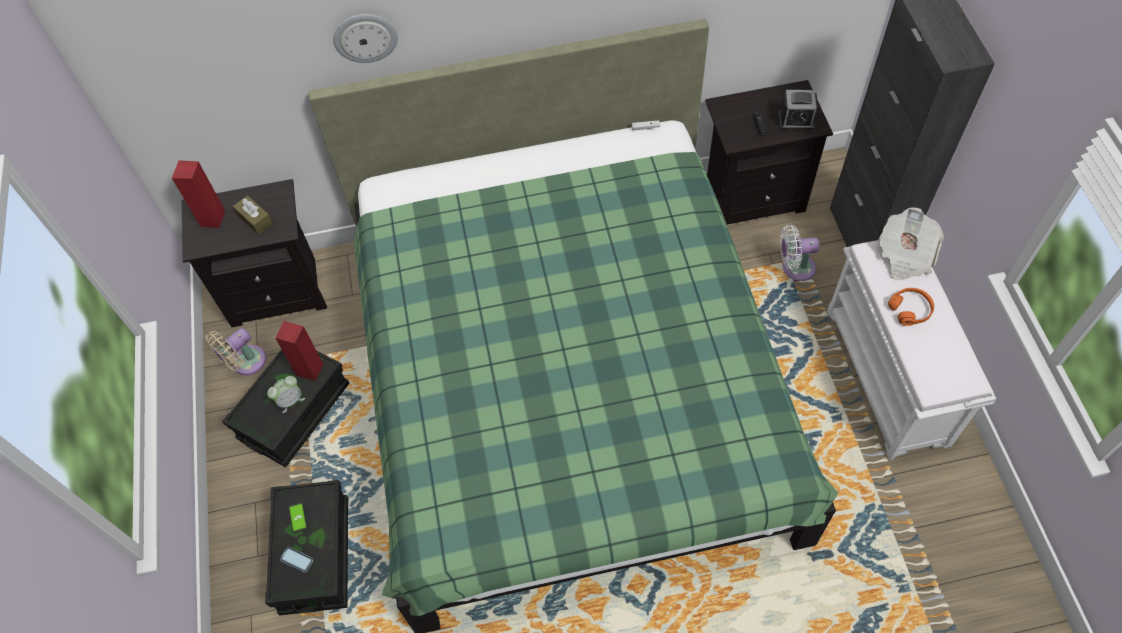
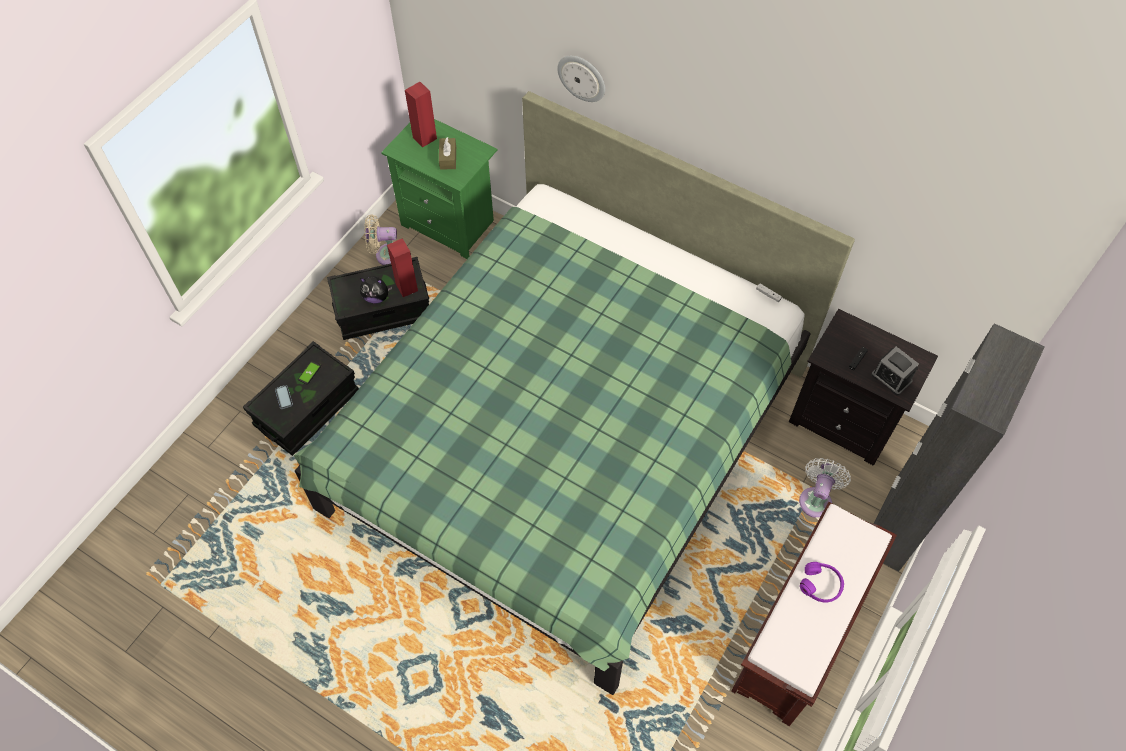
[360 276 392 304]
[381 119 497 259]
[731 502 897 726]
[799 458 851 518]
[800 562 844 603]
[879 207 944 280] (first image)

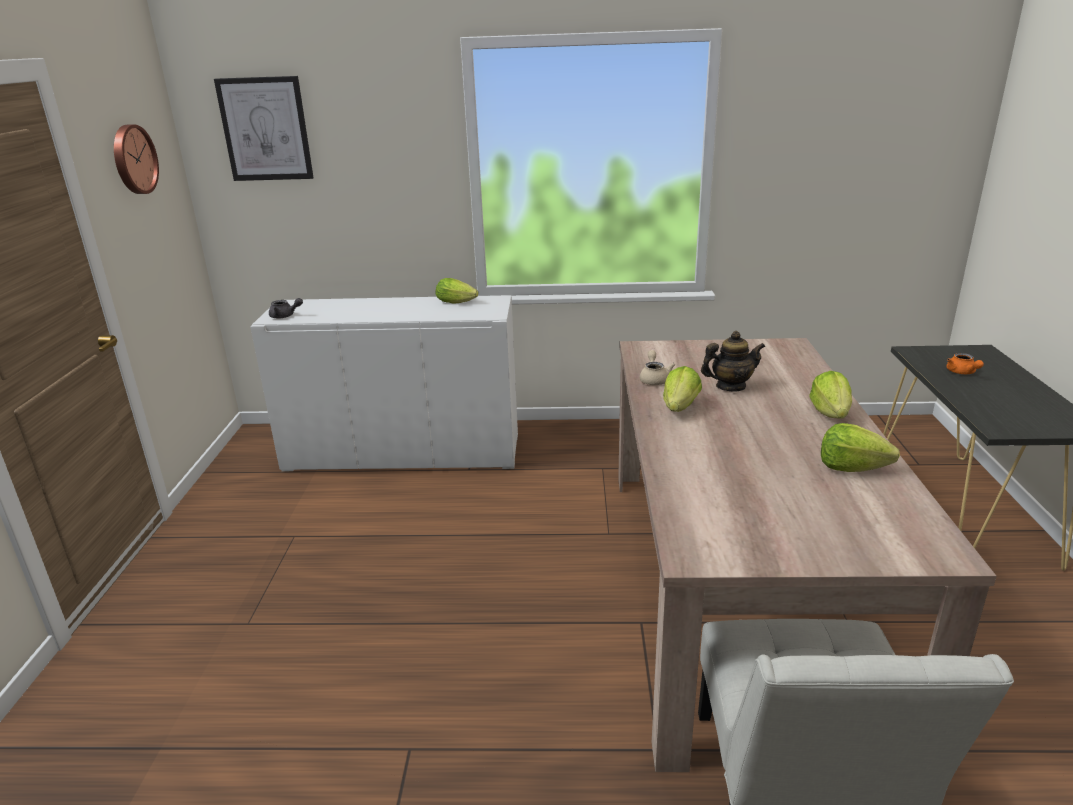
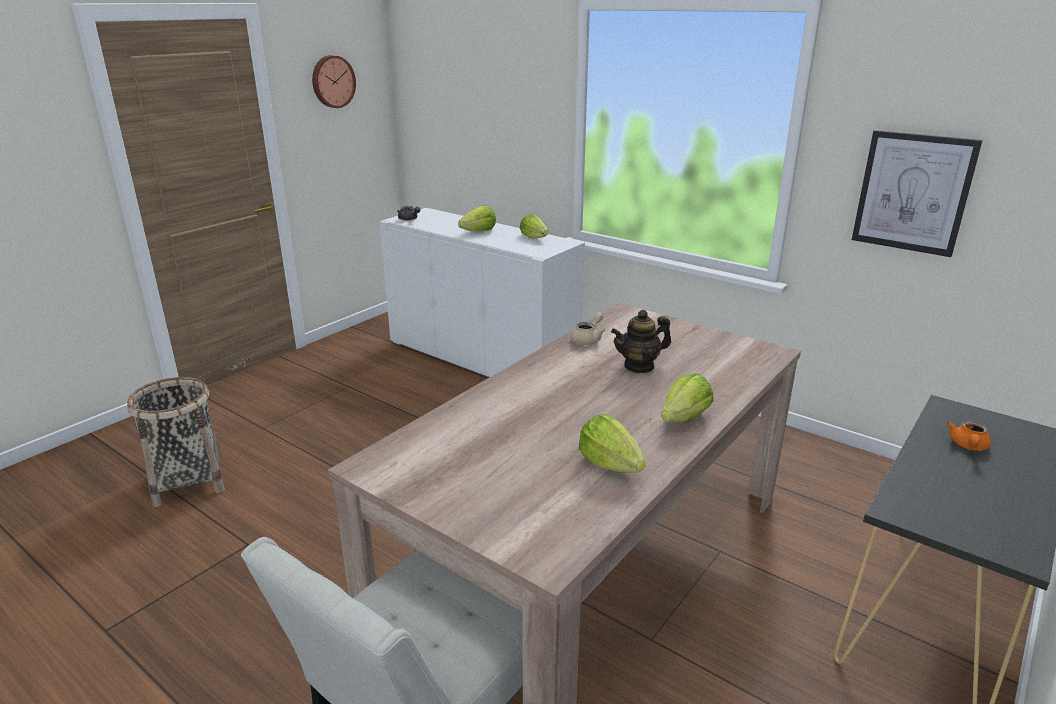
[127 377 225 507]
[458 205 496 232]
[611 310 671 373]
[852 130 983 257]

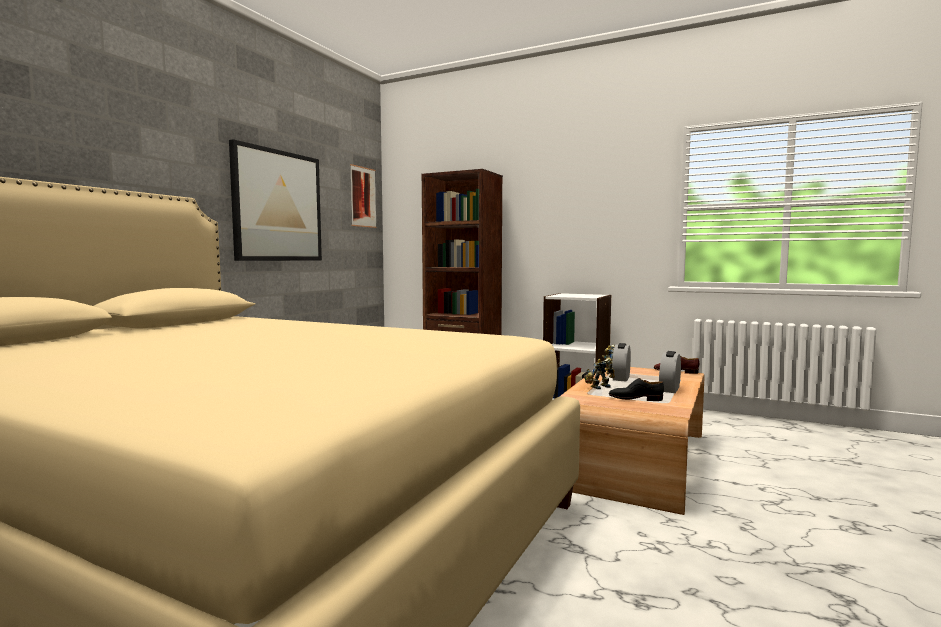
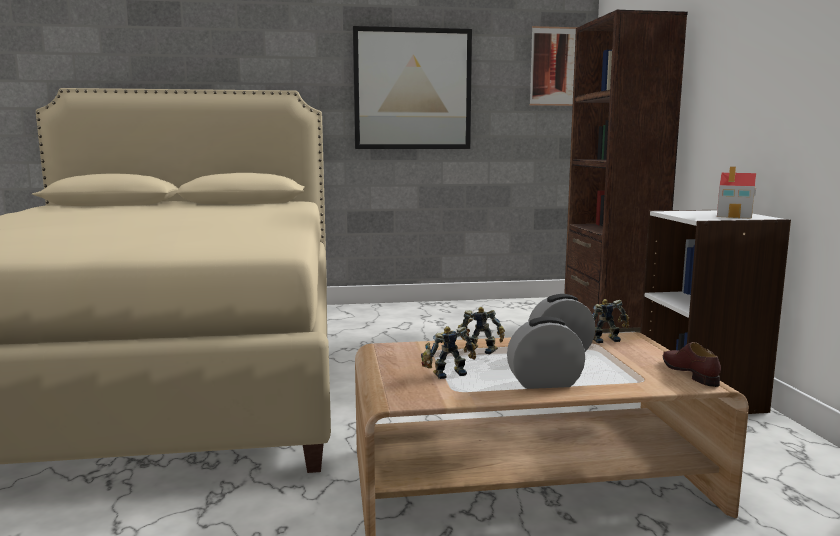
[421 326 476 379]
[717 166 756 219]

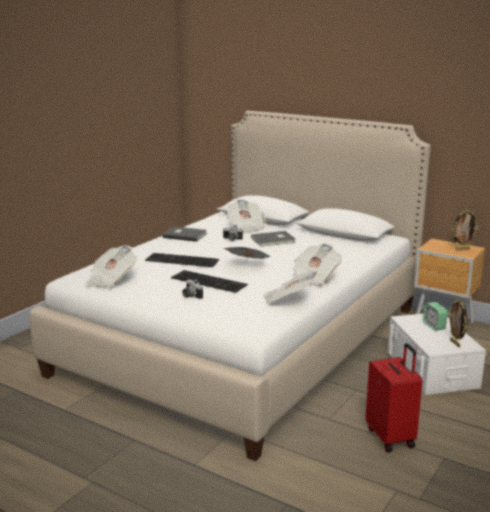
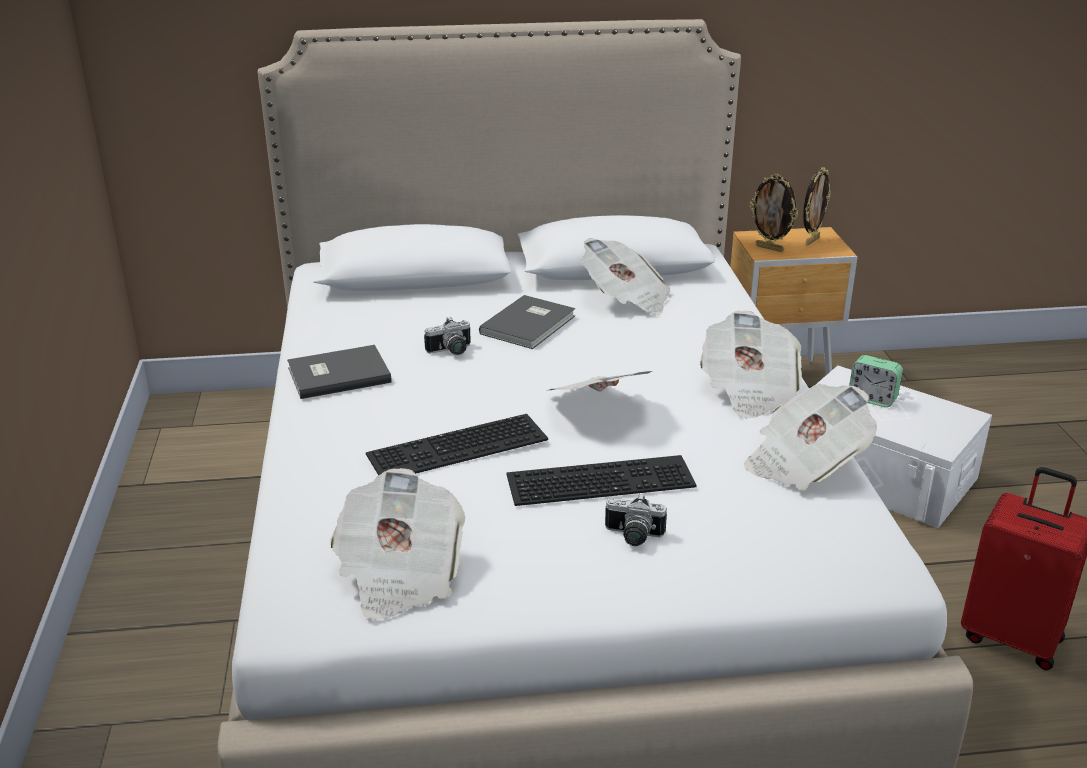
[581 238 670 315]
[750 174 798 252]

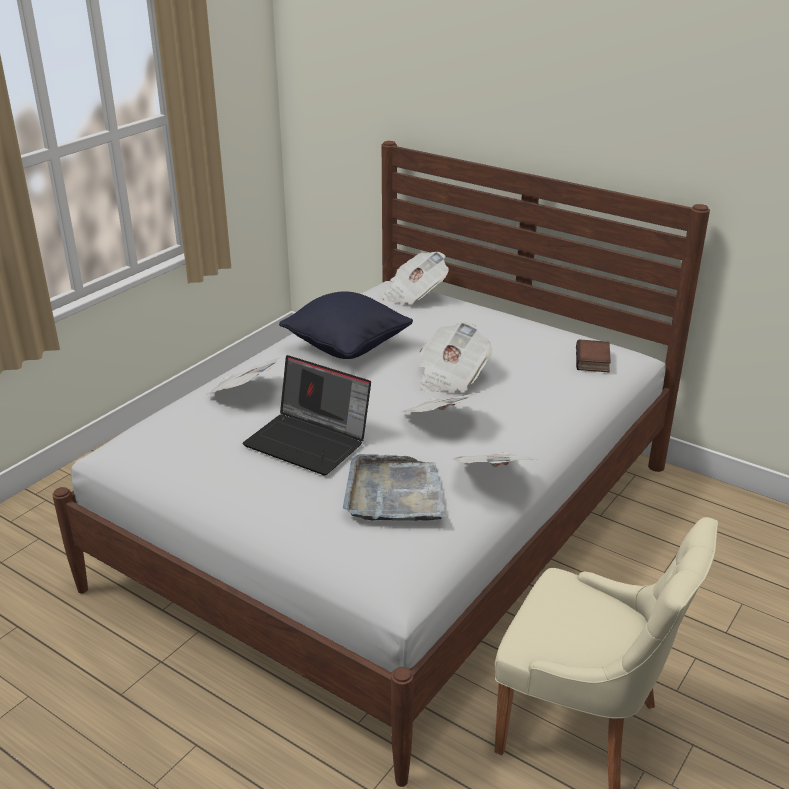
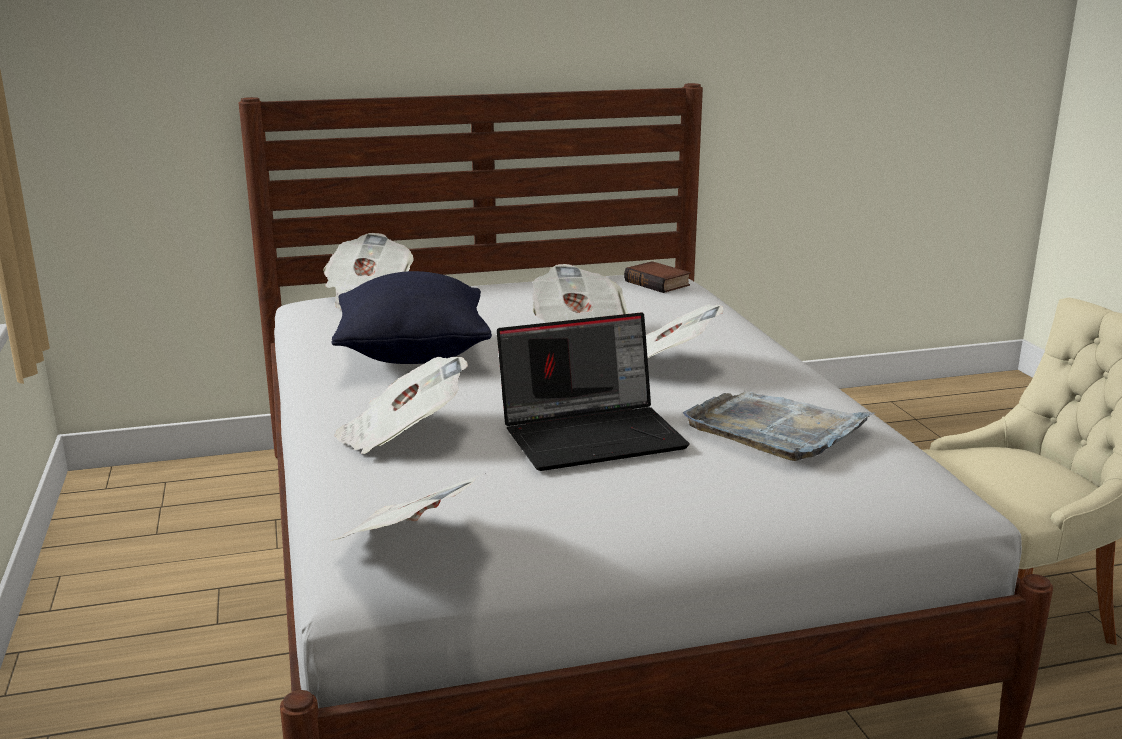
[331 473 486 541]

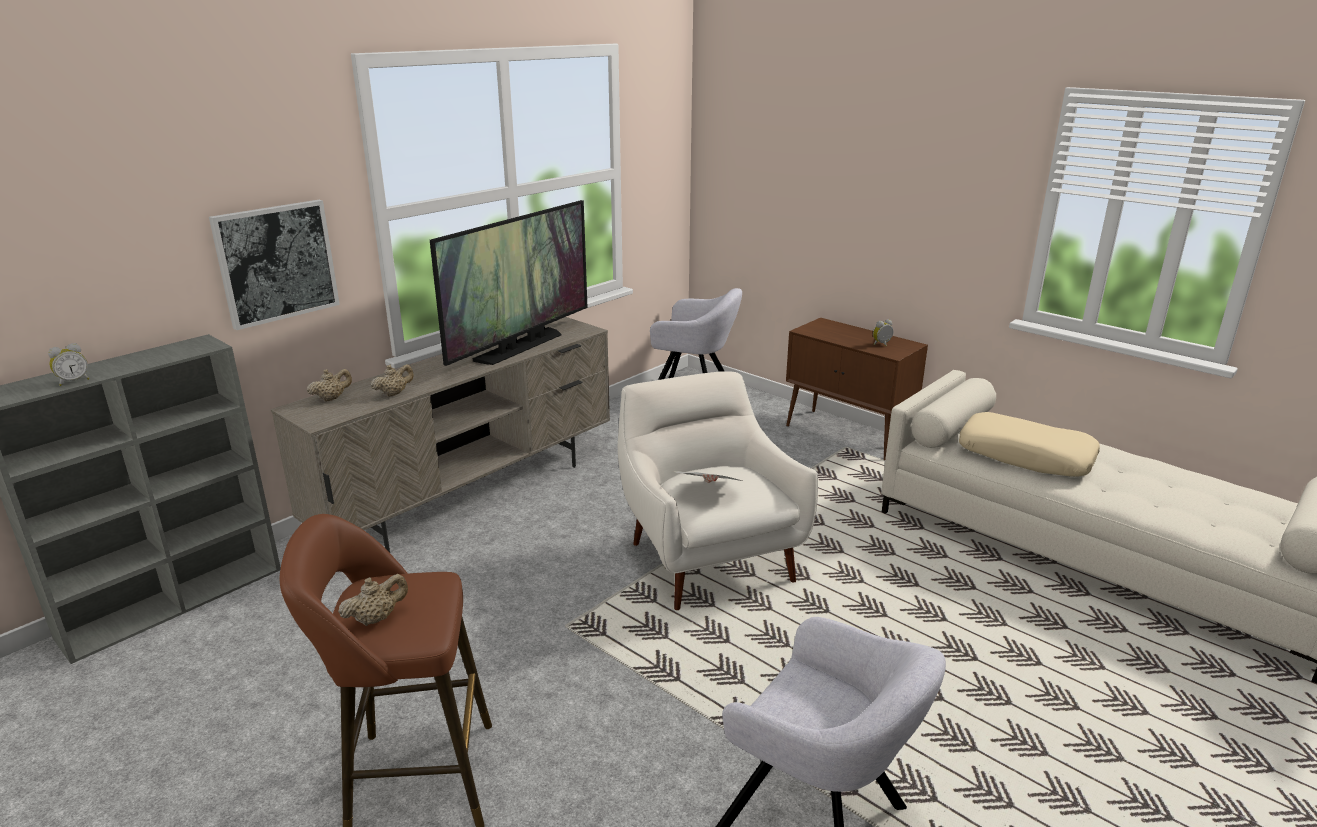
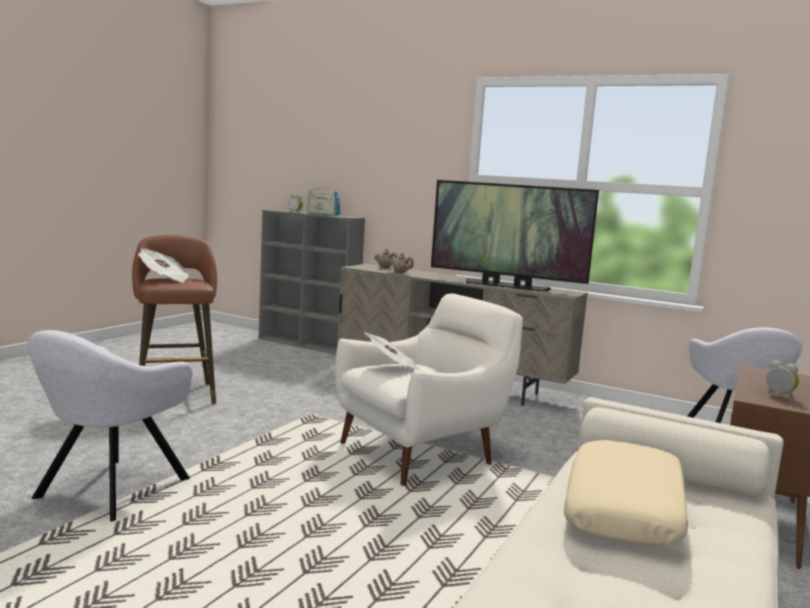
[138 248 191 282]
[307 184 340 215]
[209 200 340 330] (first image)

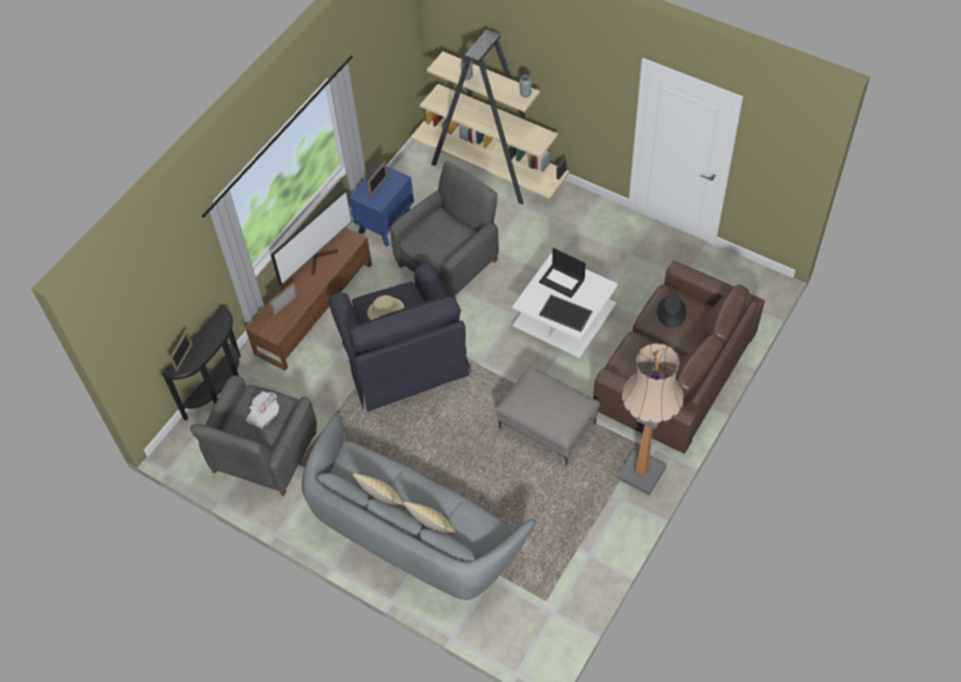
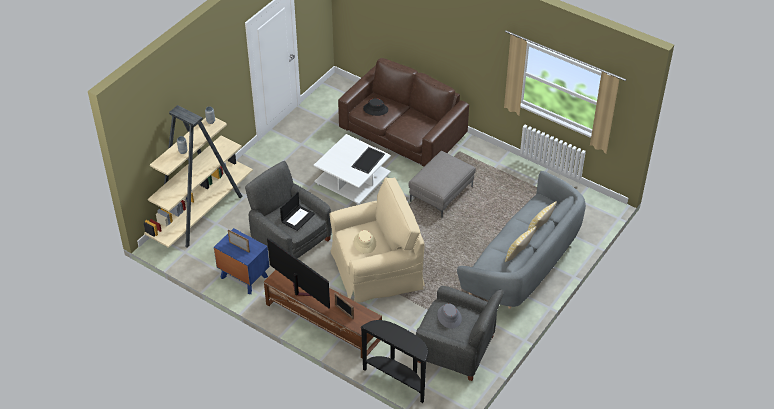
[280 192 315 231]
[330 177 425 303]
[437 303 462 329]
[170 330 193 372] (first image)
[617 343 684 495] (first image)

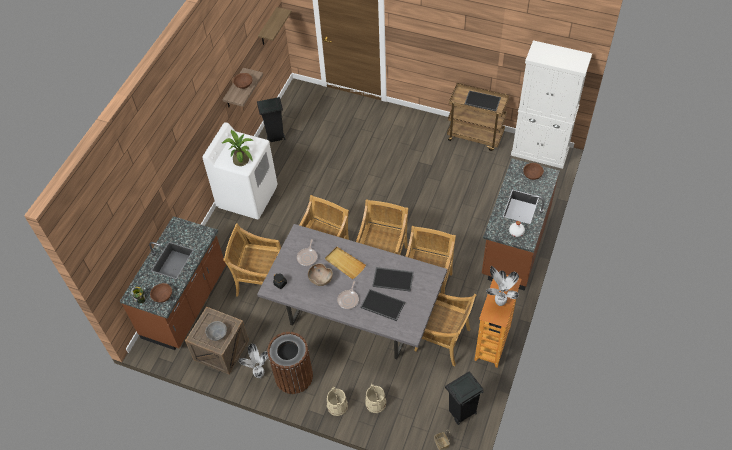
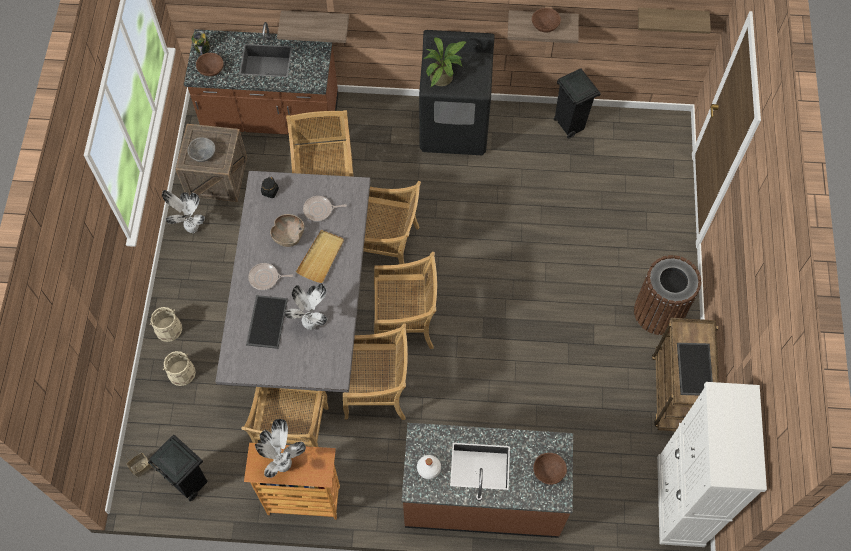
[277 10 349 43]
[284 284 327 330]
[419 30 495 155]
[634 255 701 335]

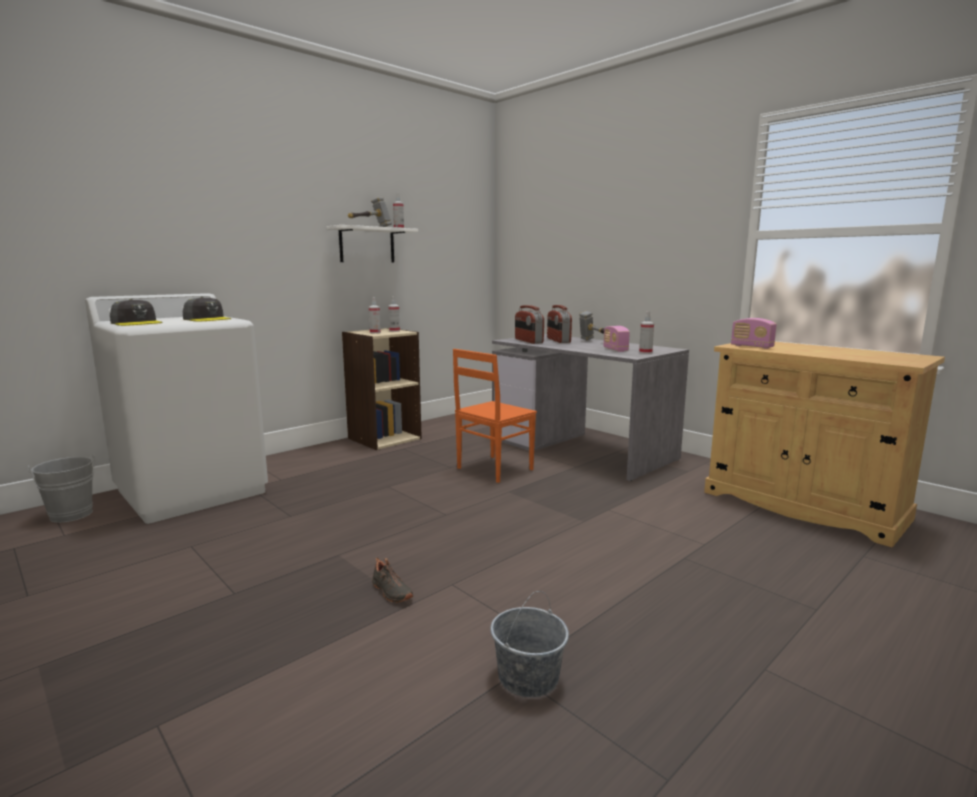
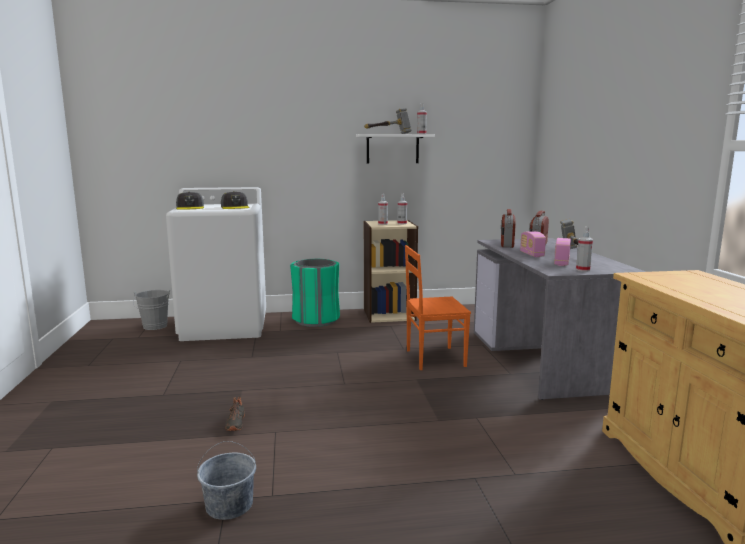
[290 259 340 327]
[520 231 546 257]

